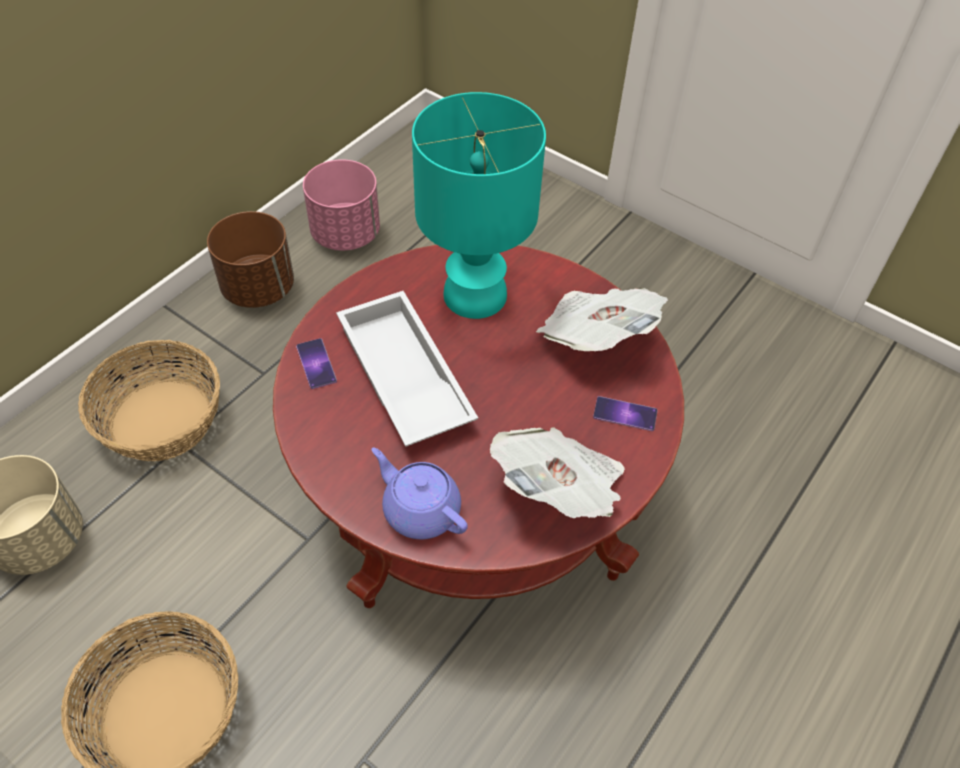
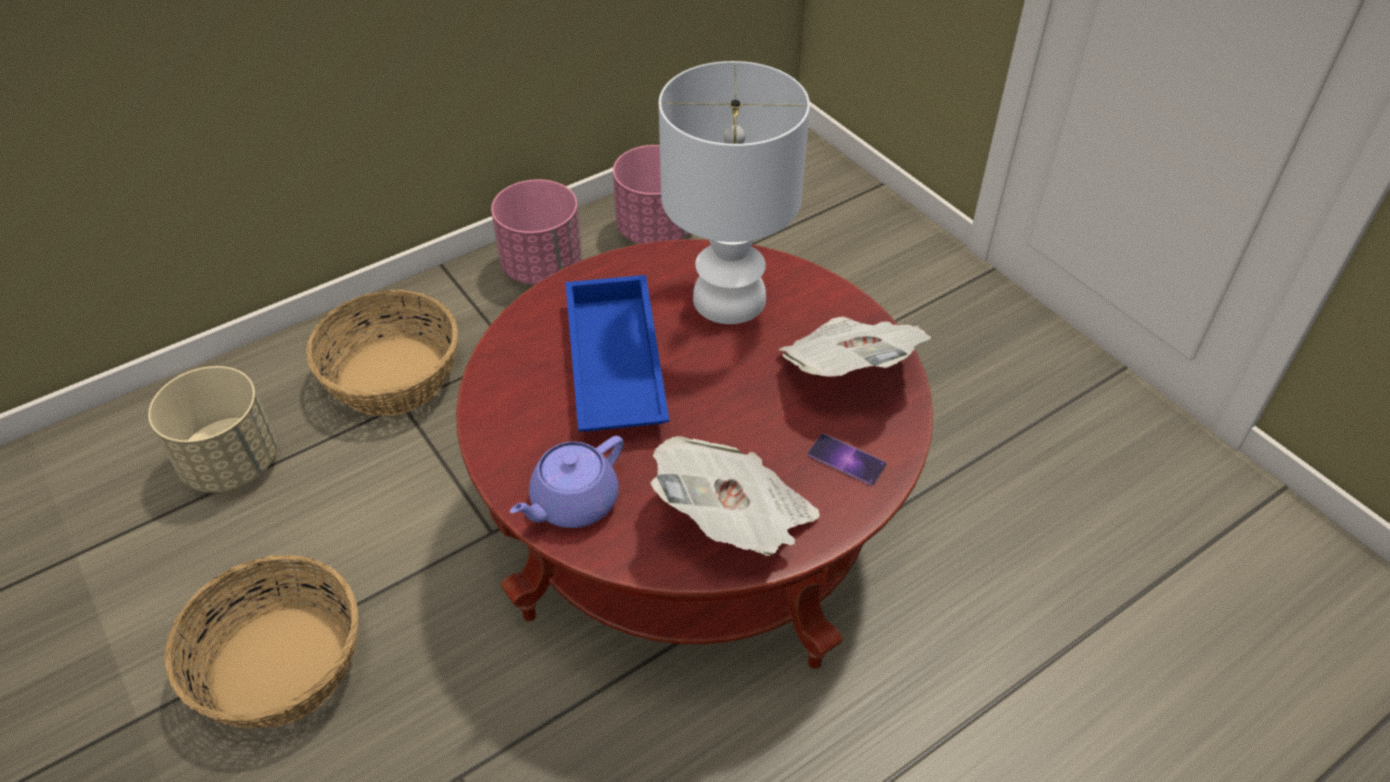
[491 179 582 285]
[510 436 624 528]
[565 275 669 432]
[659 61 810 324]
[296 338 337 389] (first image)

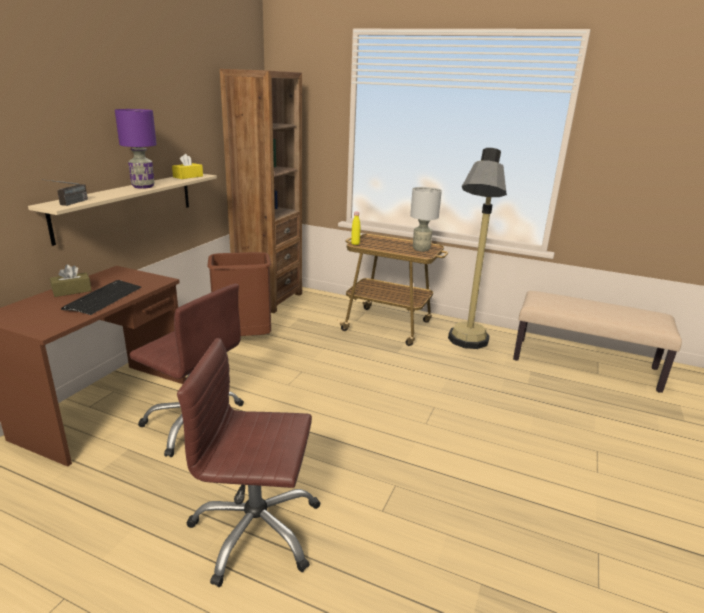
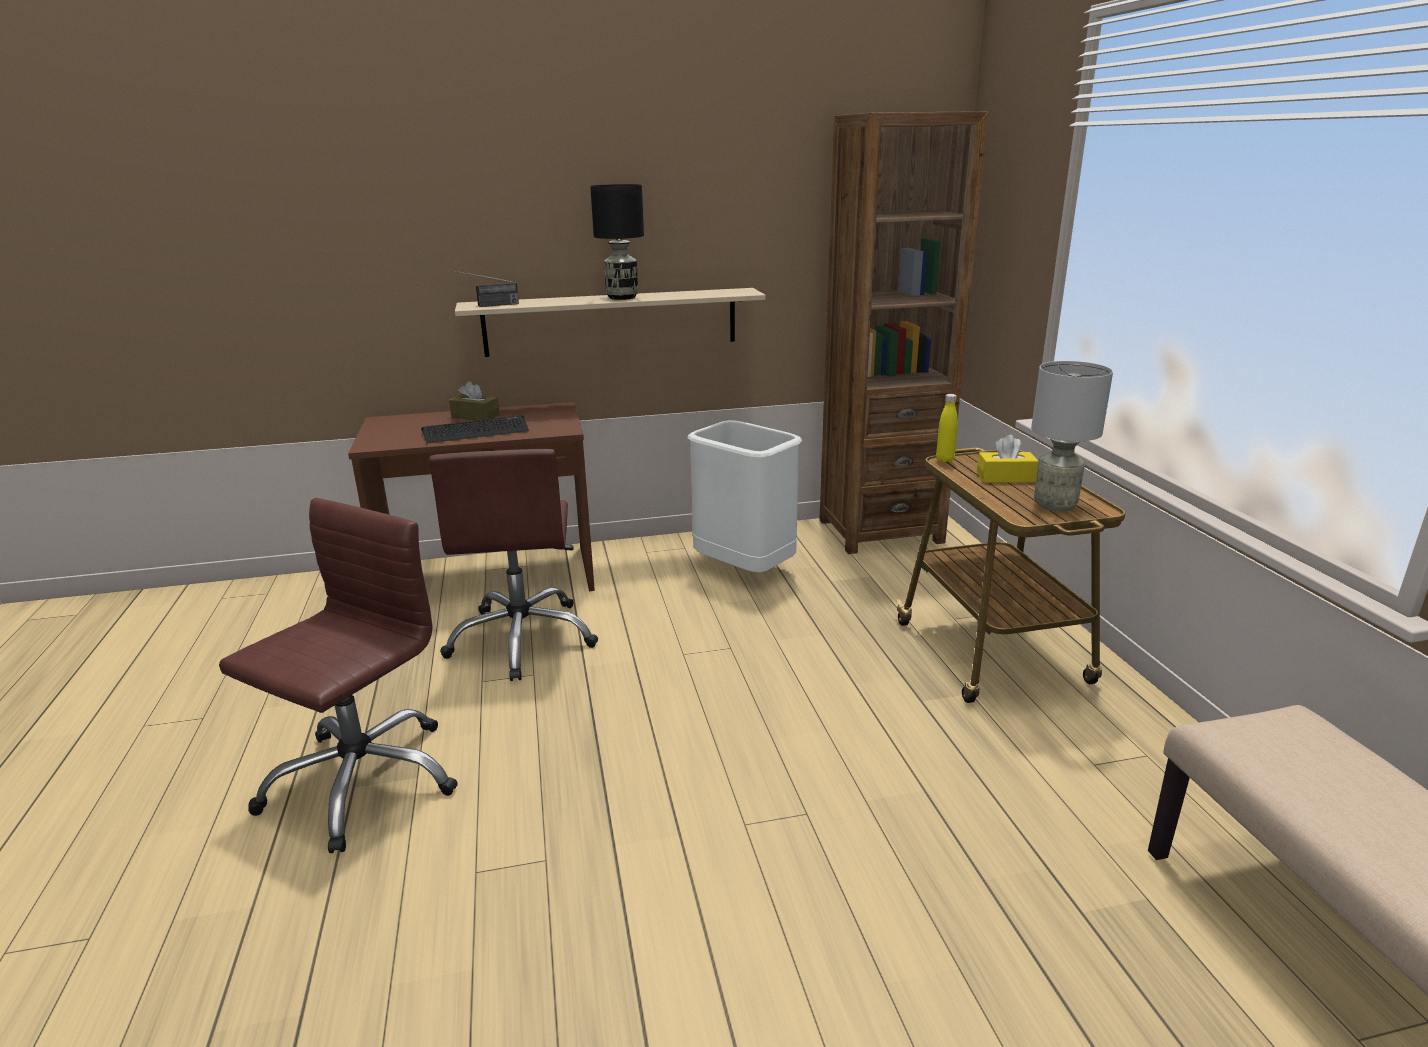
[219 498 458 853]
[590 184 644 300]
[687 420 802 573]
[977 435 1039 483]
[448 148 507 349] (first image)

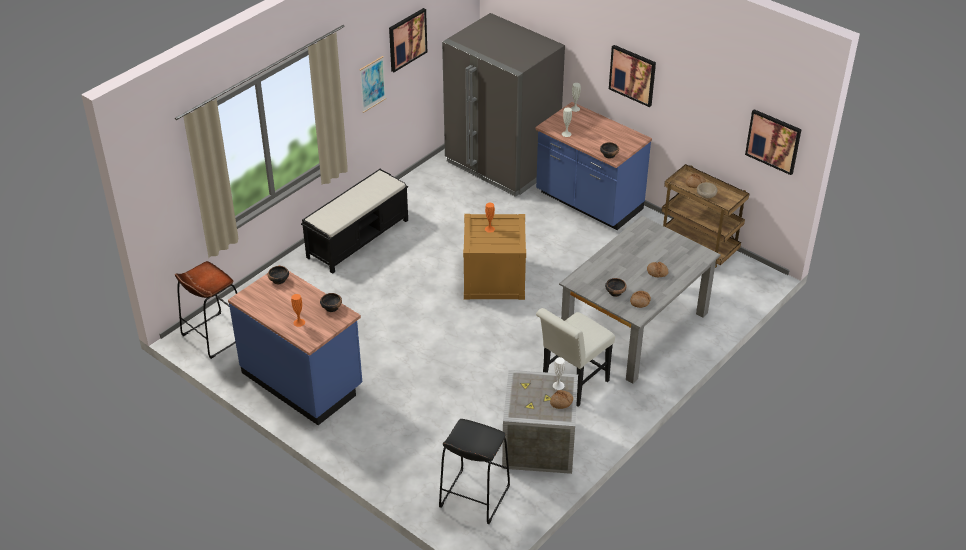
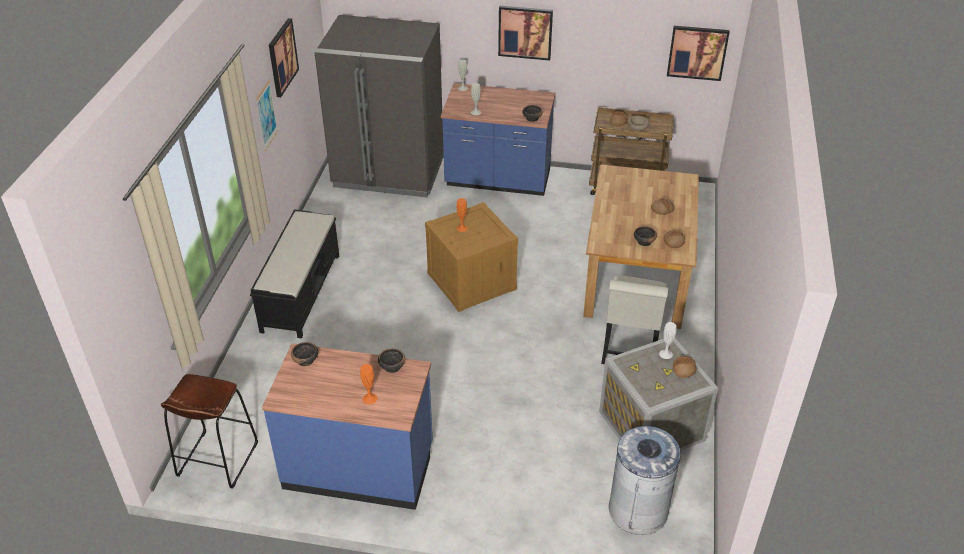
[583 164 699 329]
[609 426 682 535]

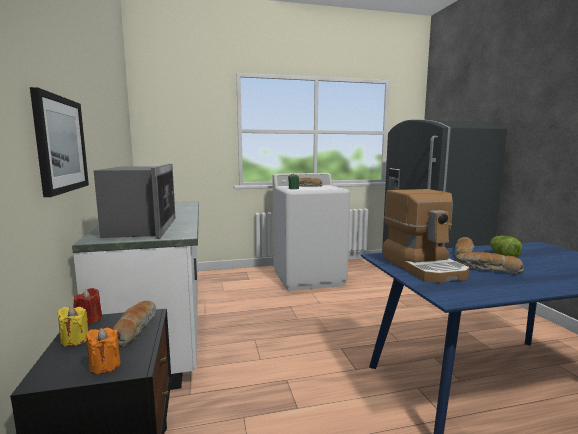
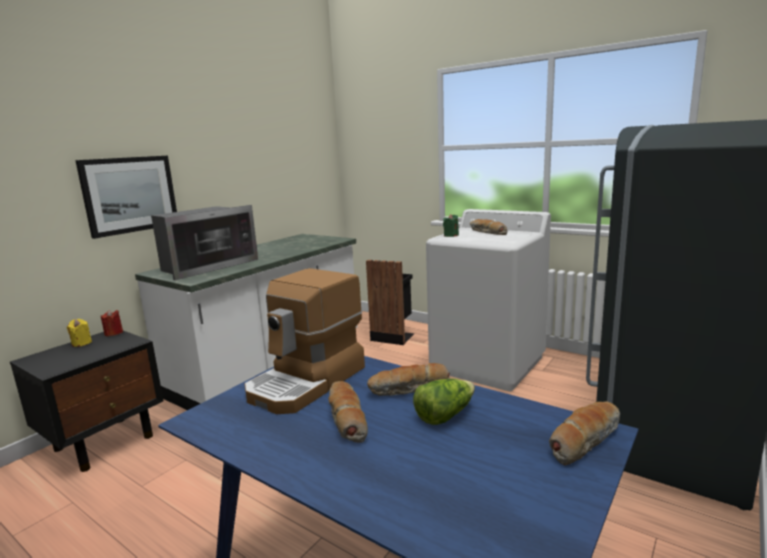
[366 260 414 345]
[549 402 620 466]
[86 328 120 374] (first image)

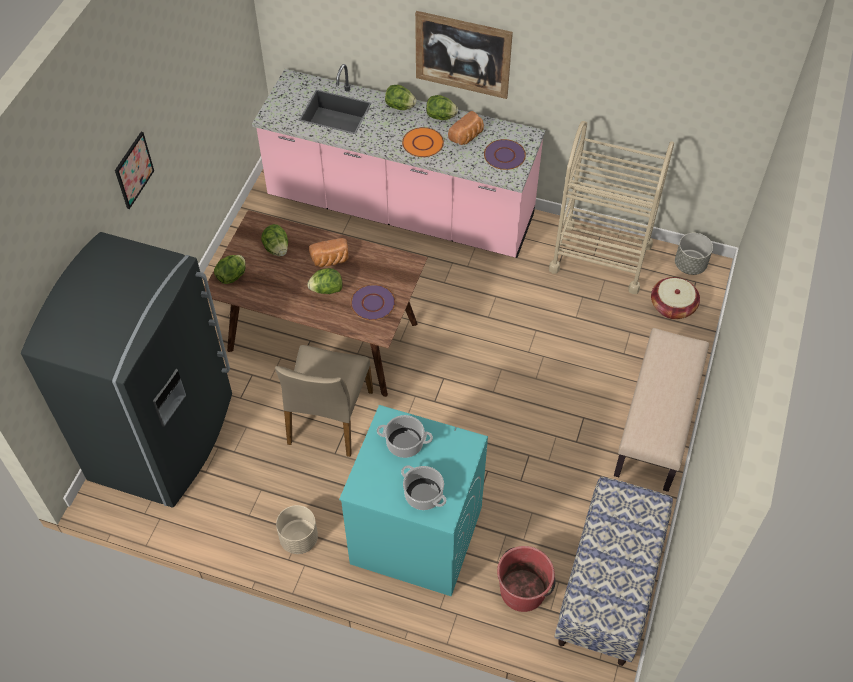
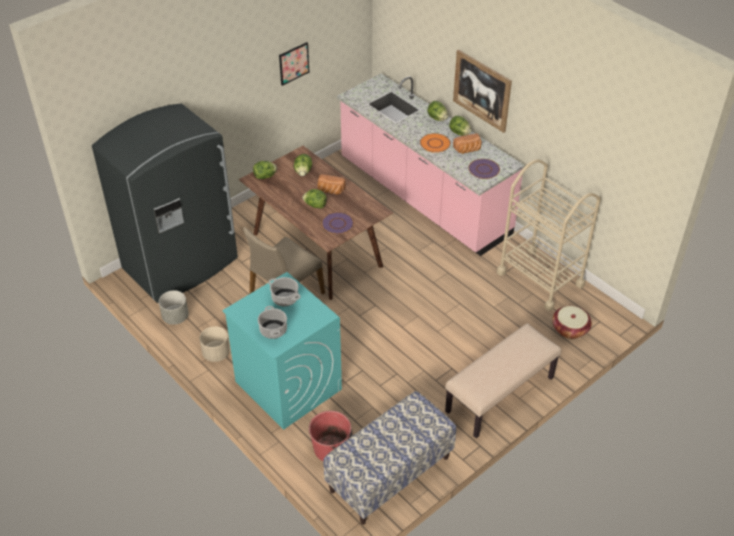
[159 290 189 325]
[279 42 309 86]

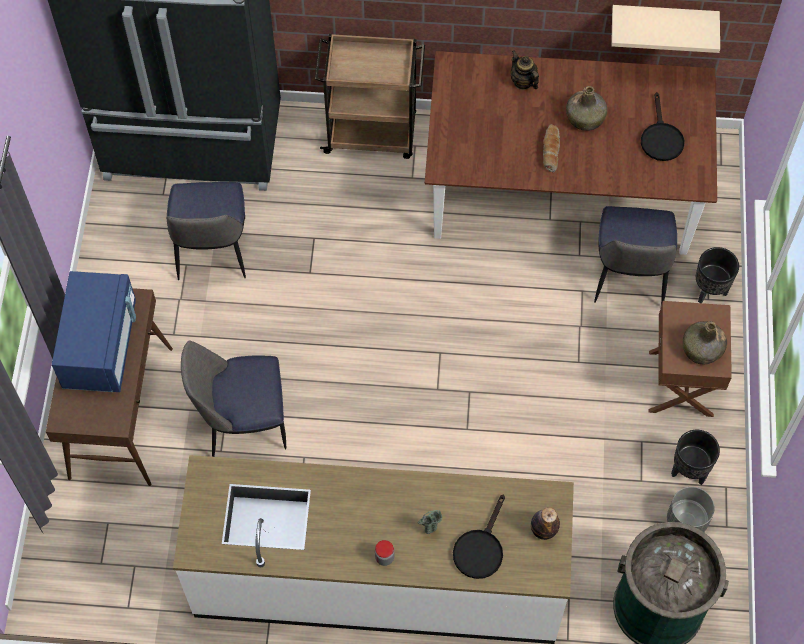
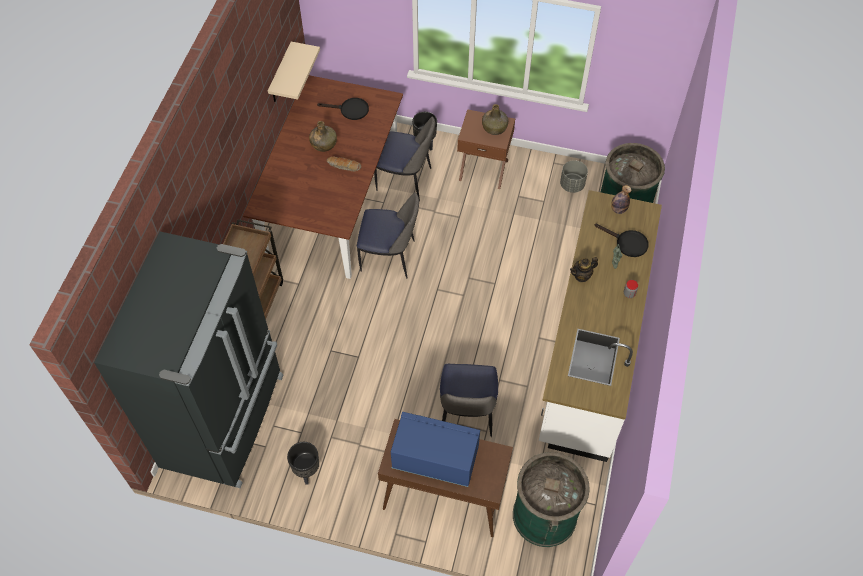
[287 442 319 485]
[357 192 419 278]
[513 452 590 547]
[570 257 598 282]

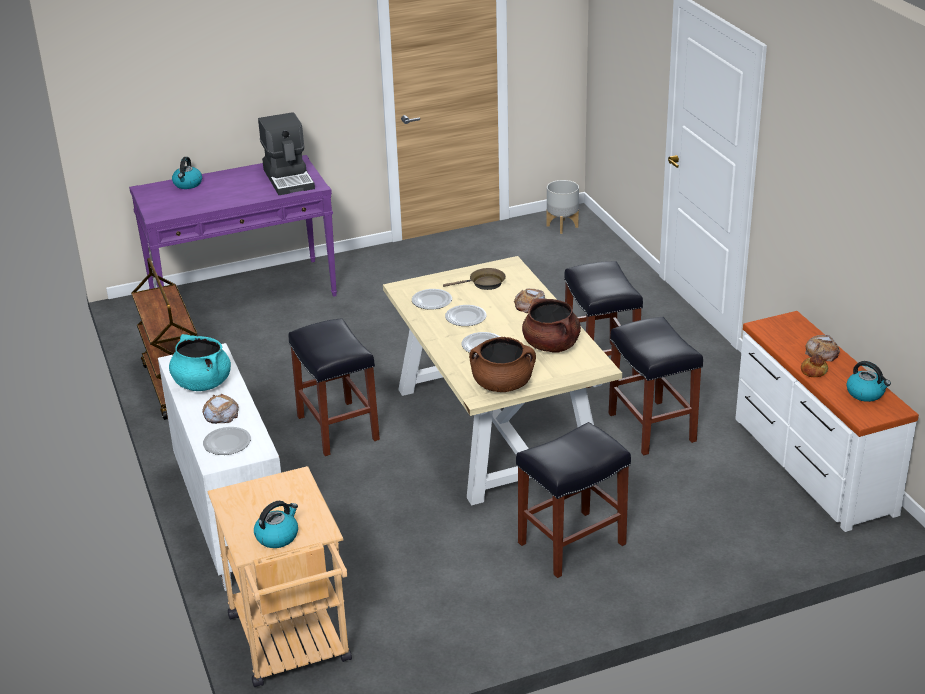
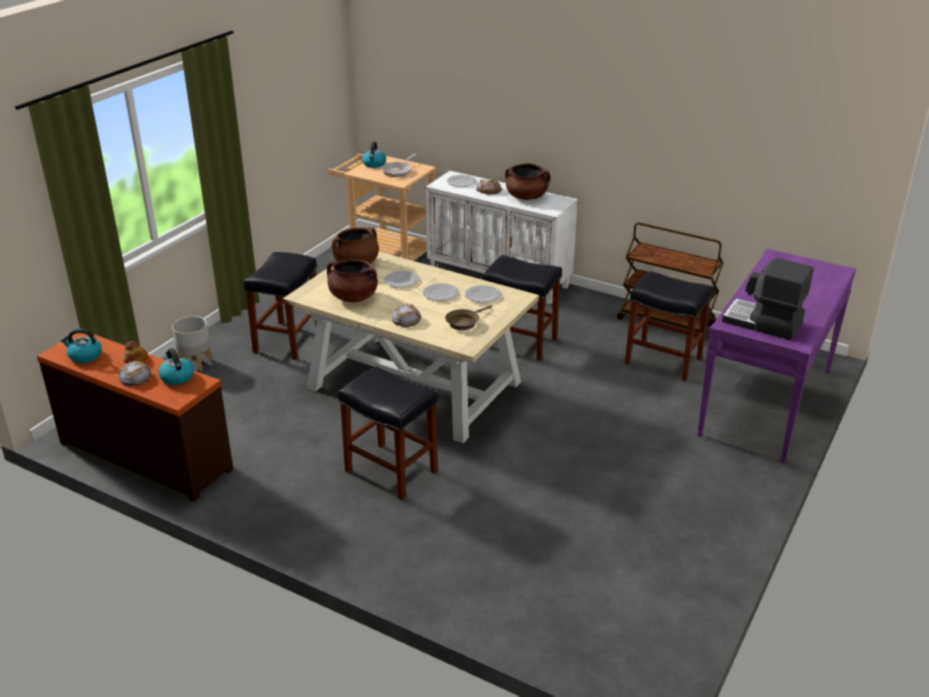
[37 333 233 502]
[158 348 194 385]
[172 316 212 372]
[381 154 417 177]
[505 164 550 200]
[625 271 713 382]

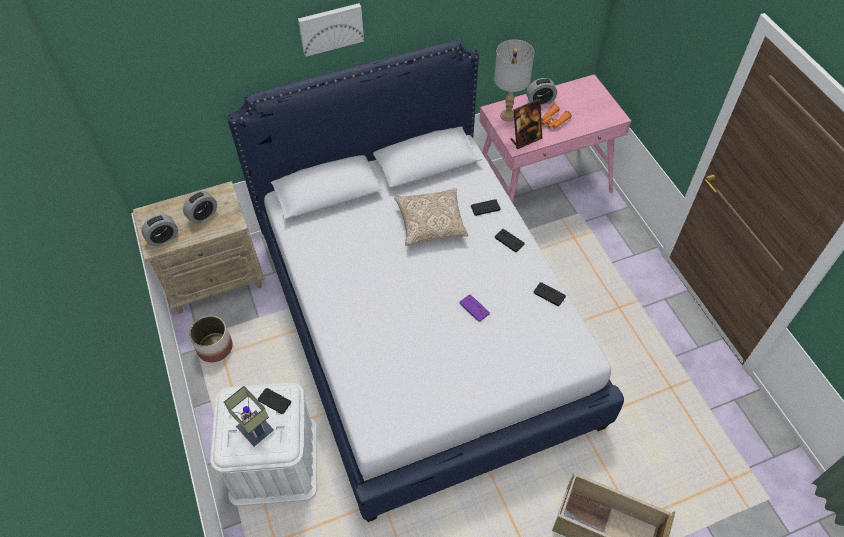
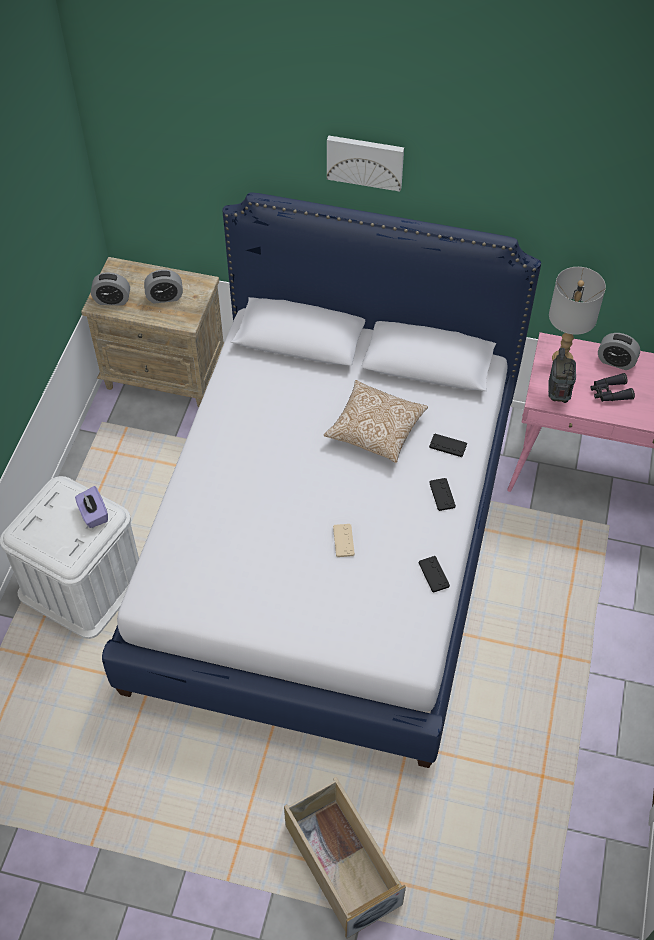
[75 486 108 528]
[333 524 355 557]
[548 348 576 403]
[591 373 635 402]
[189 316 233 362] (first image)
[224 386 274 446] (first image)

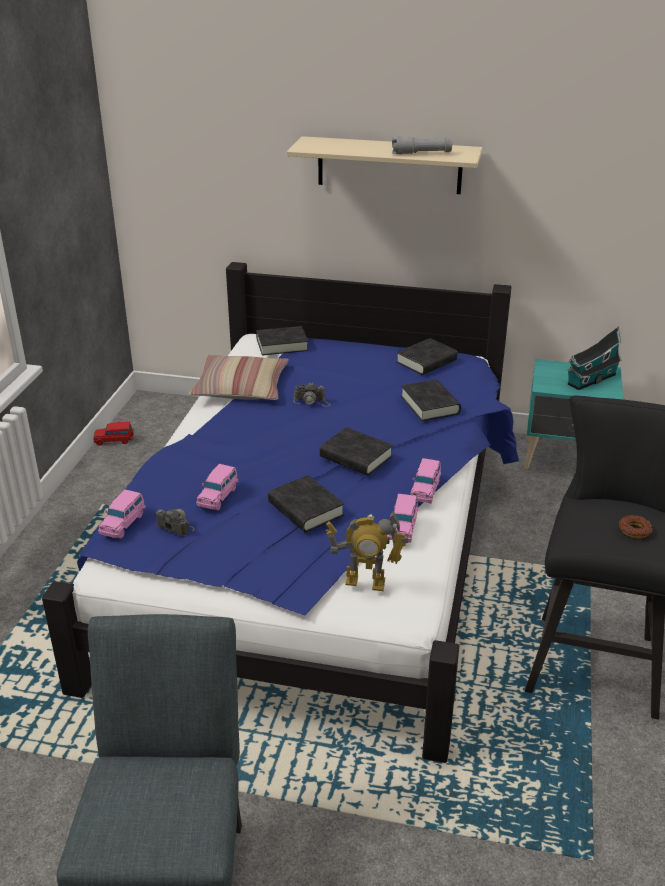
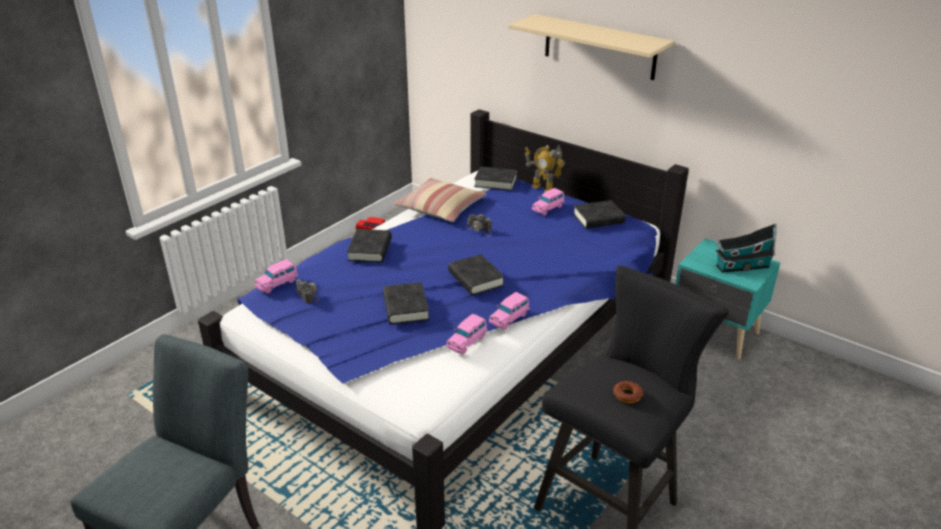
[347 229 392 263]
[525 145 565 192]
[532 188 565 215]
[392 136 452 154] (first image)

